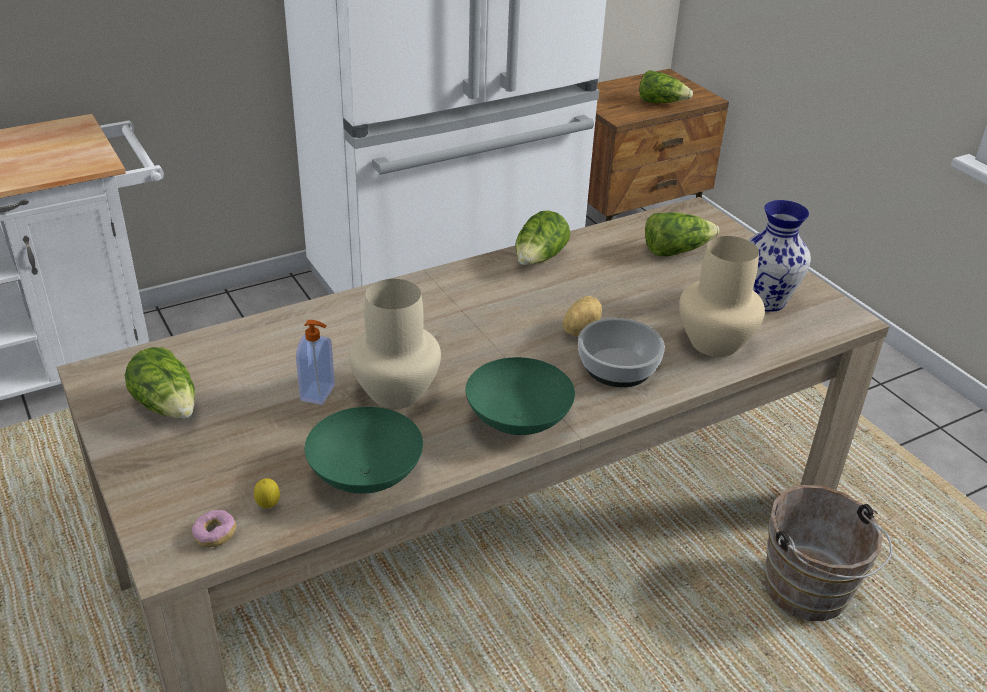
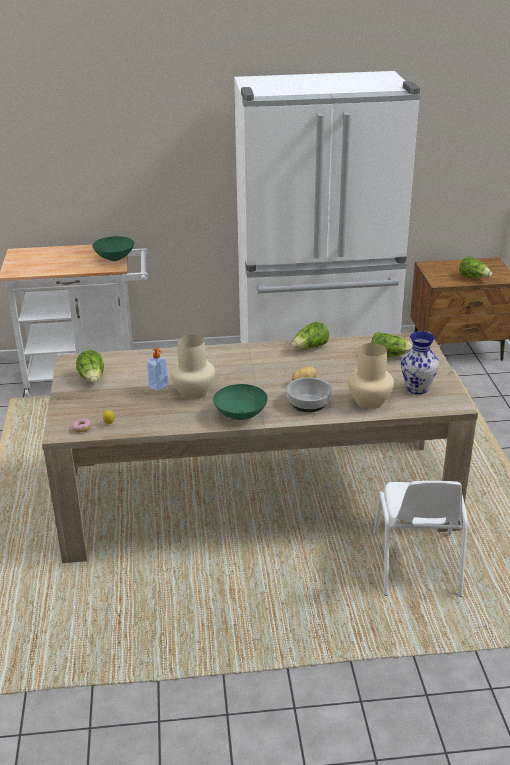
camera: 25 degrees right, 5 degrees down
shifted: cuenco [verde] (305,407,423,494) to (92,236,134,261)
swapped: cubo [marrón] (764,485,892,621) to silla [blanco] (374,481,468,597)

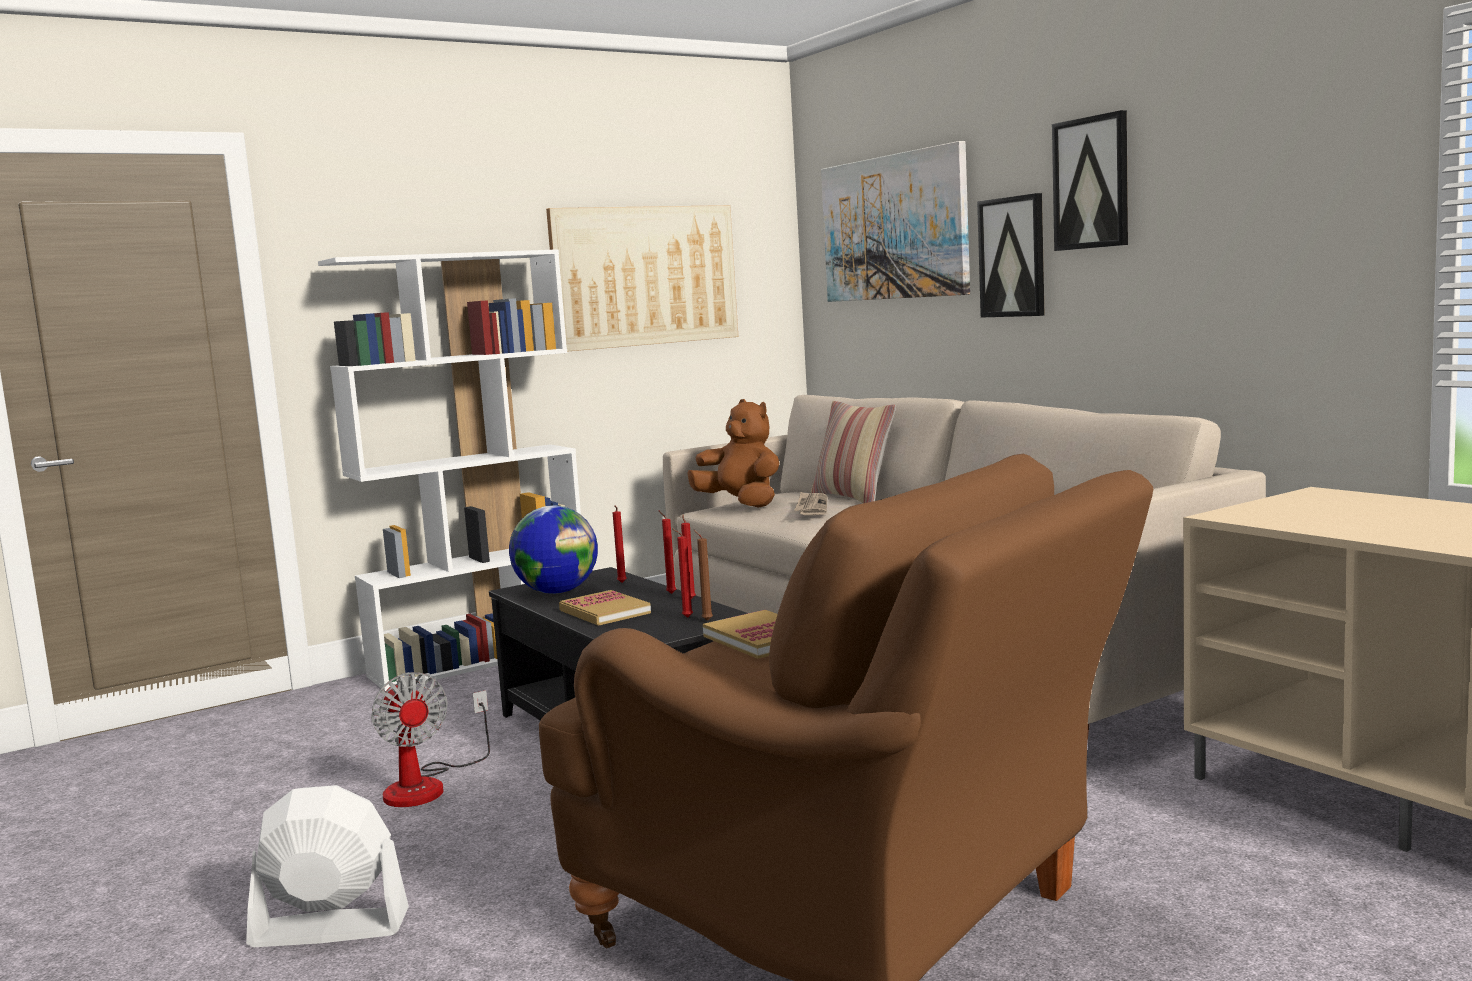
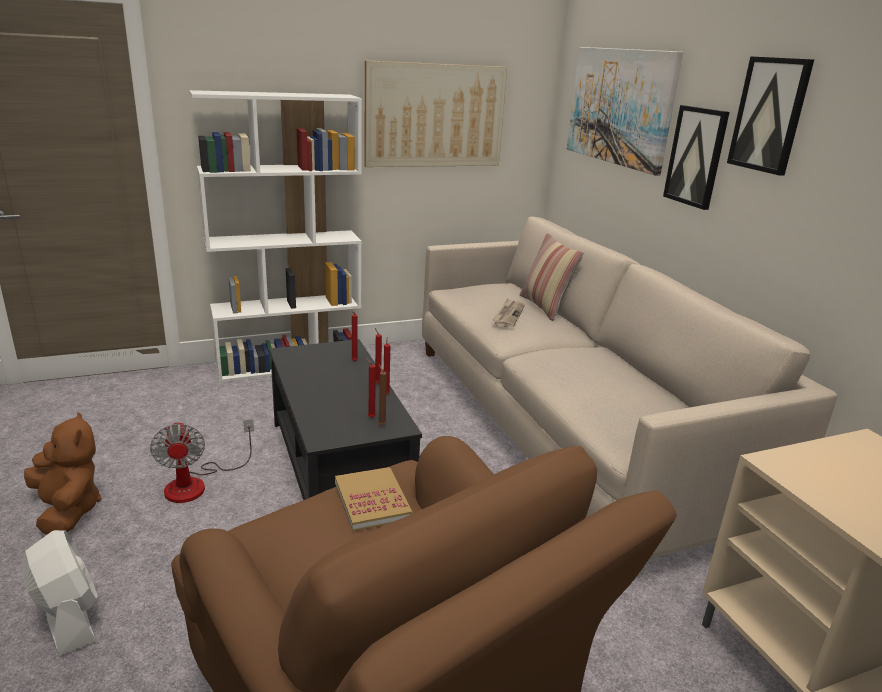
camera: 10 degrees right, 15 degrees up
gone: globo terráqueo (509,505,598,594); libro (559,590,651,626)
shifted: peluche [marrón] (688,399,779,508) to (24,412,101,534)
rotated: ventilador [blanco] (246,785,409,947) = (22,530,98,656) 45 degrees clockwise

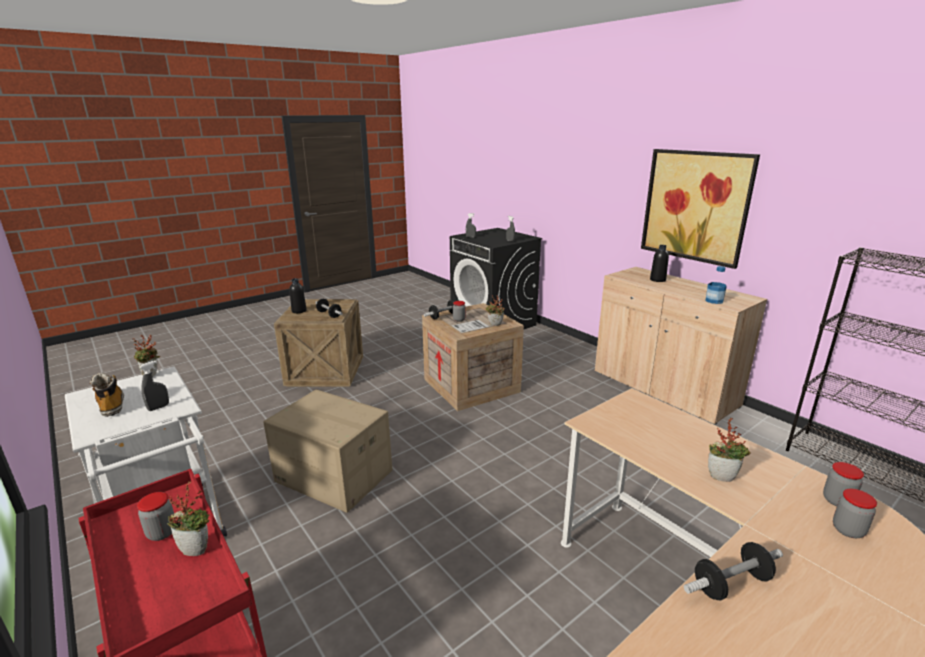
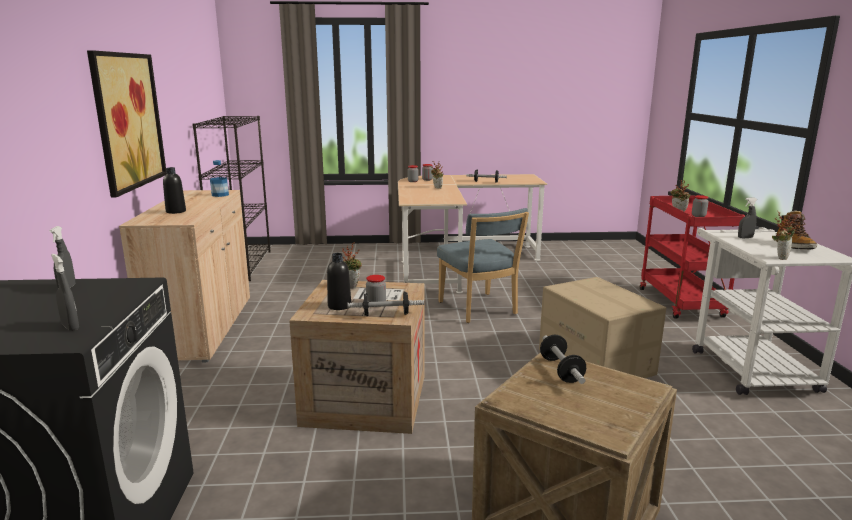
camera: 145 degrees left, 5 degrees down
new: silla [azul] (437,208,529,323)
shifted: botella [negro] (289,278,307,313) to (327,253,351,310)

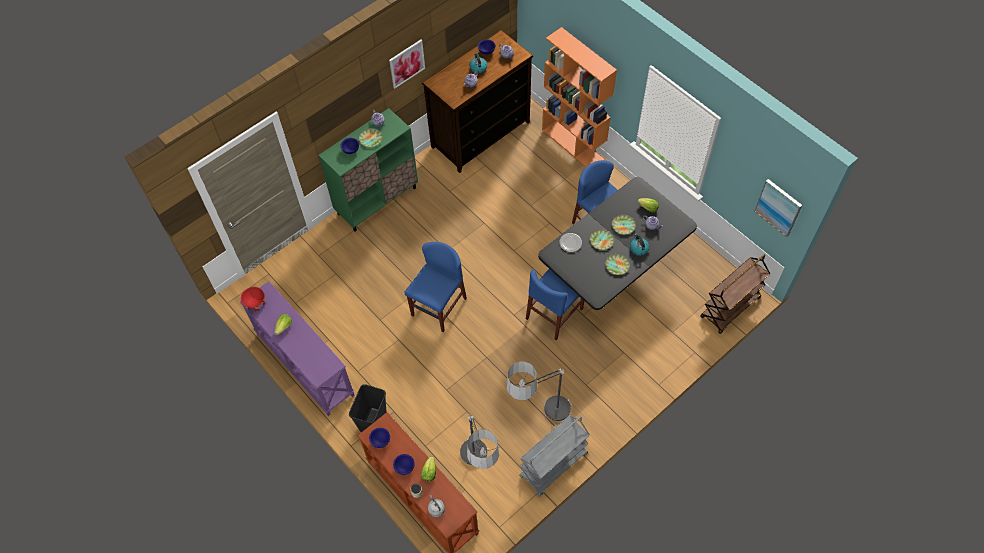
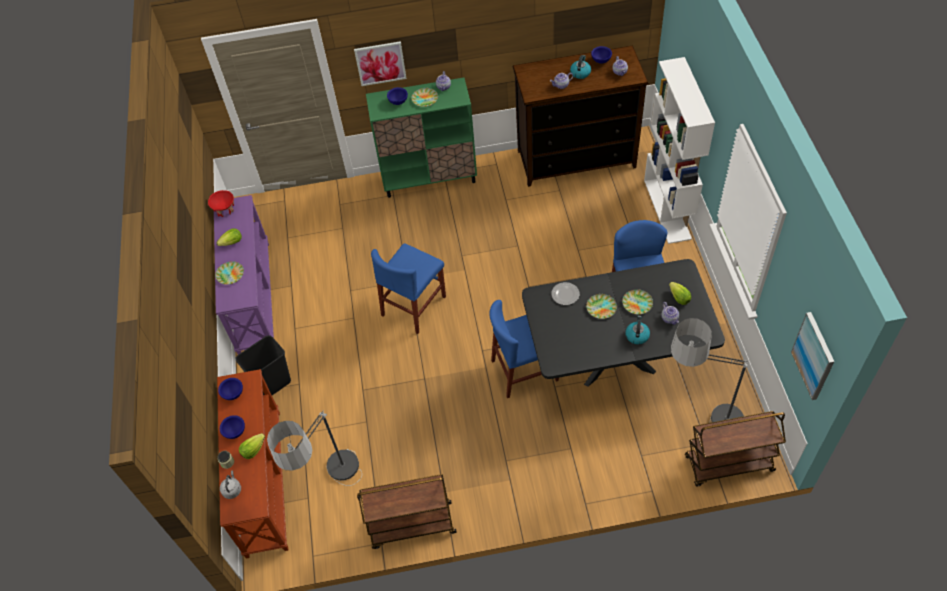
camera: 35 degrees right, 5 degrees down
shifted: cuadro (389,40,425,89) to (354,41,407,86); lámpara de pie (506,362,572,427) to (671,318,749,422); plato (605,254,630,275) to (215,261,244,285)
repainted: carrito [gris] (519,415,590,497) to carrito [marrón] (357,474,457,549); estantería [naranja] (542,27,617,167) to estantería [blanco] (644,57,715,244)
rotated: silla [azul] (405,242,467,332) = (371,243,446,334) 150 degrees clockwise

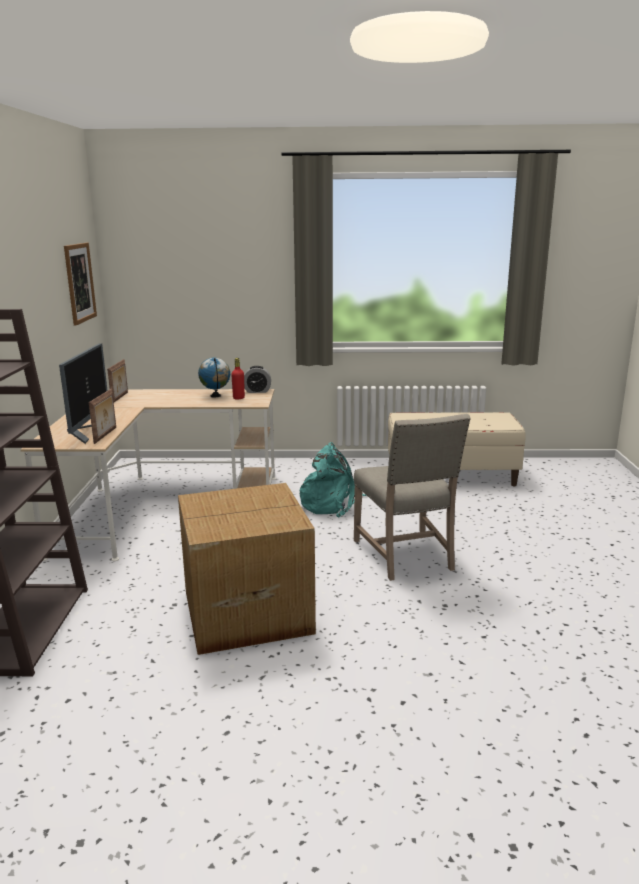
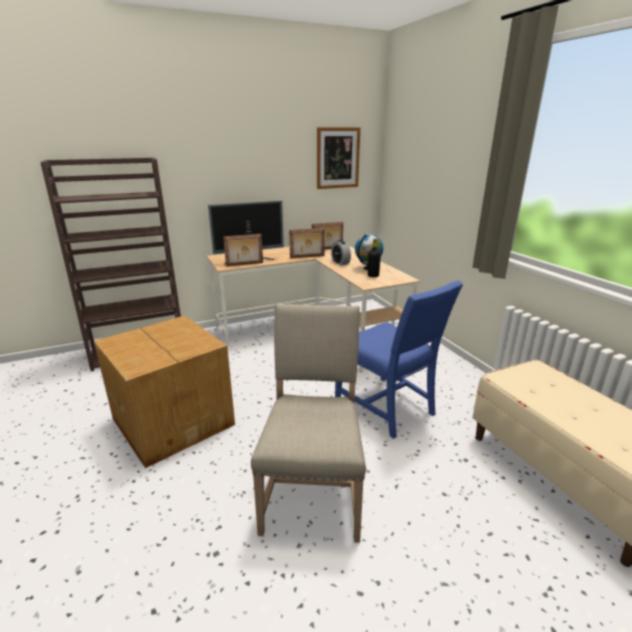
camera: 65 degrees right, 5 degrees up
new: portarretratos (289,228,325,258)
shifted: despertador (244,366,271,393) to (331,240,351,265)
swapped: mochila [turquesa] (300,442,366,518) to silla [azul] (335,280,463,439)
repainted: botella [rojo] (231,358,245,399) to botella [negro] (368,239,381,277)
rotated: silla [beis] (354,414,471,581) = (251,304,366,543) 135 degrees clockwise

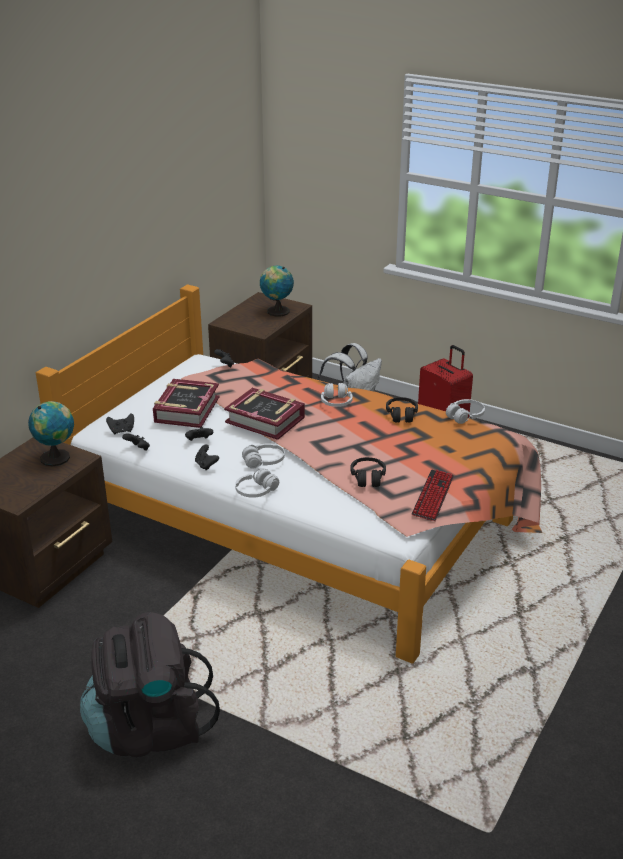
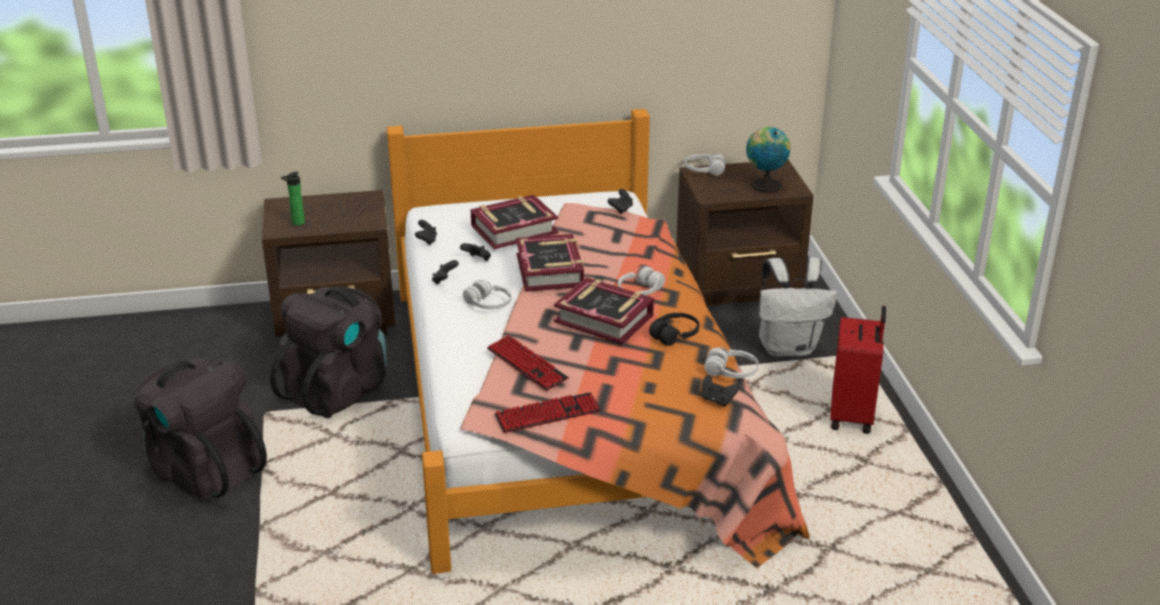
camera: 50 degrees right, 0 degrees up
gone: globo terráqueo (28,401,74,466)
new: mochila [negro] (270,286,386,418); botella (281,172,305,226); libro (554,277,654,344)
shifted: mando de consola [negro] (106,413,134,434) to (702,375,739,406); auriculares [blanco] (235,469,279,498) to (684,153,726,176)
swapped: auriculares [negro] (350,457,386,487) to teclado (487,335,569,391)

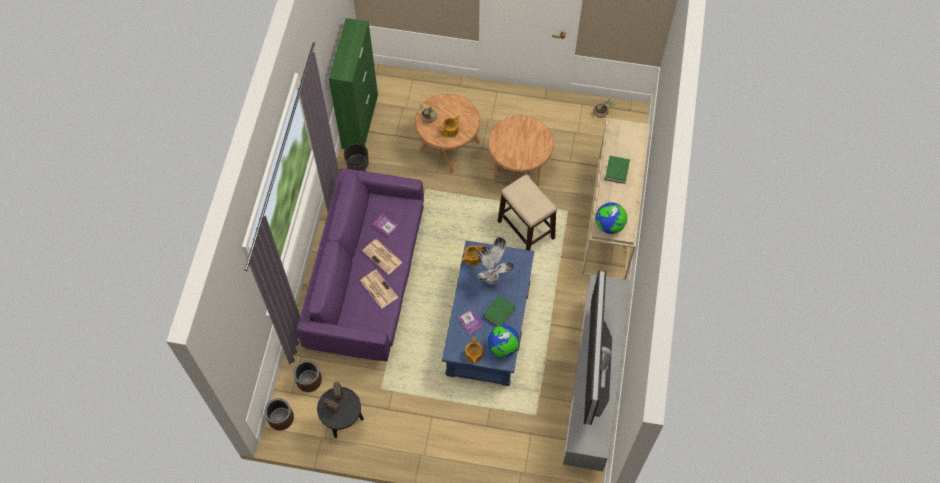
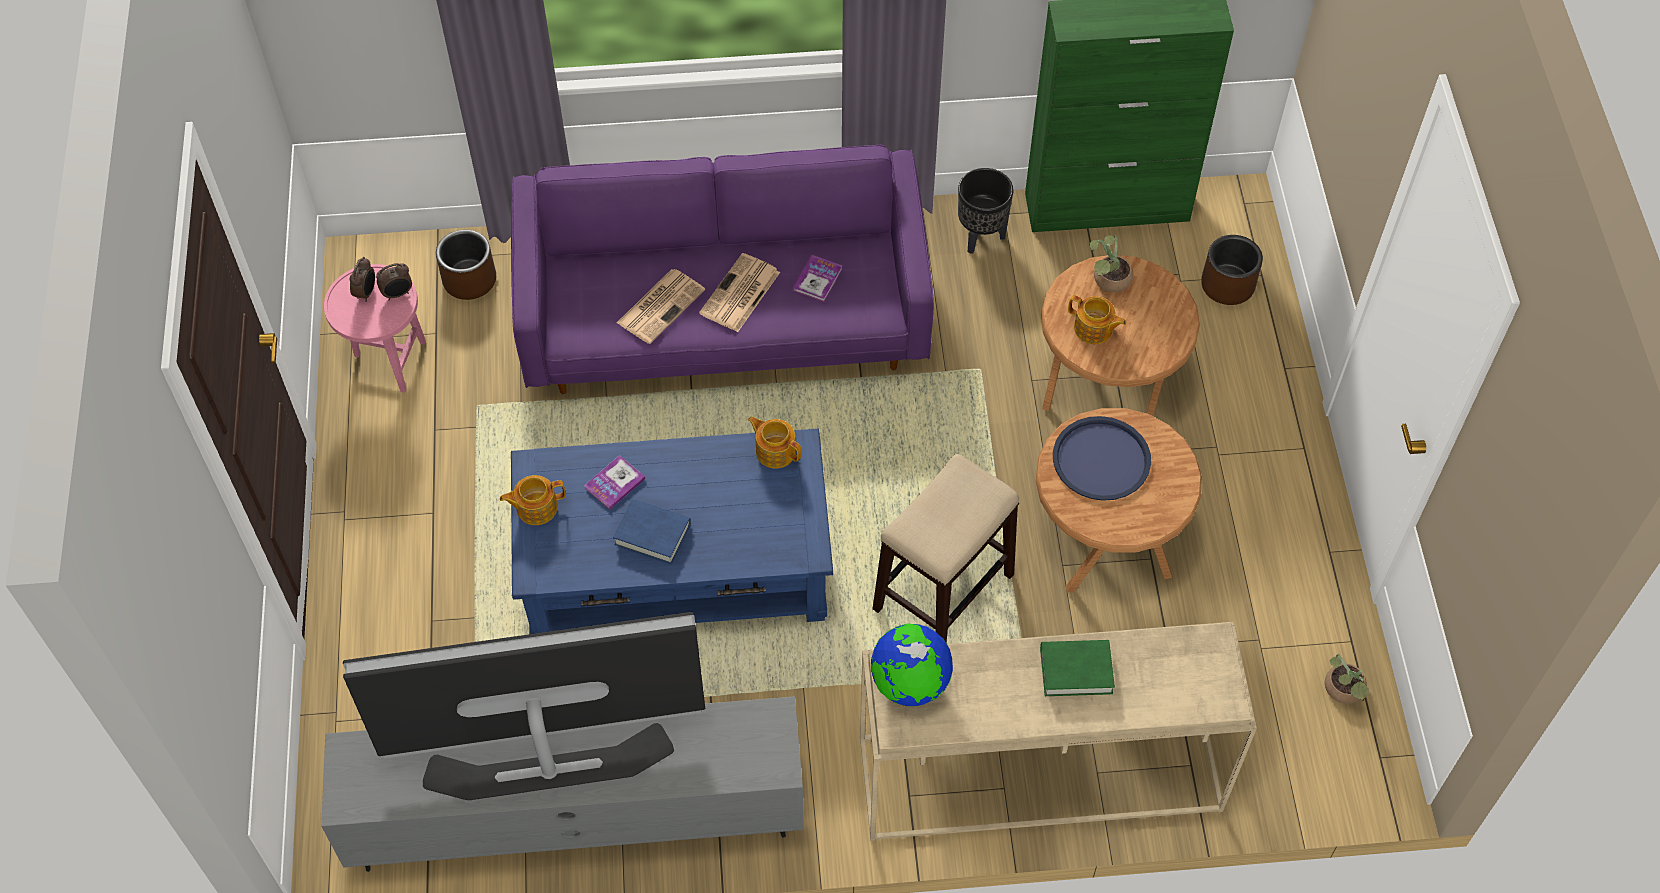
camera: 75 degrees right, 5 degrees down
gone: planta en maceta (477,237,514,285); globo terráqueo (487,325,520,357)
new: bandeja [azul] (1053,416,1151,501)
shifted: maceta [marrón] (264,398,294,430) to (1201,235,1263,305)
repainted: mesa auxiliar [negro] (317,387,364,438) to mesa auxiliar [rosa] (324,264,426,393); libro [verde] (483,295,516,326) to libro [azul] (613,499,691,564)

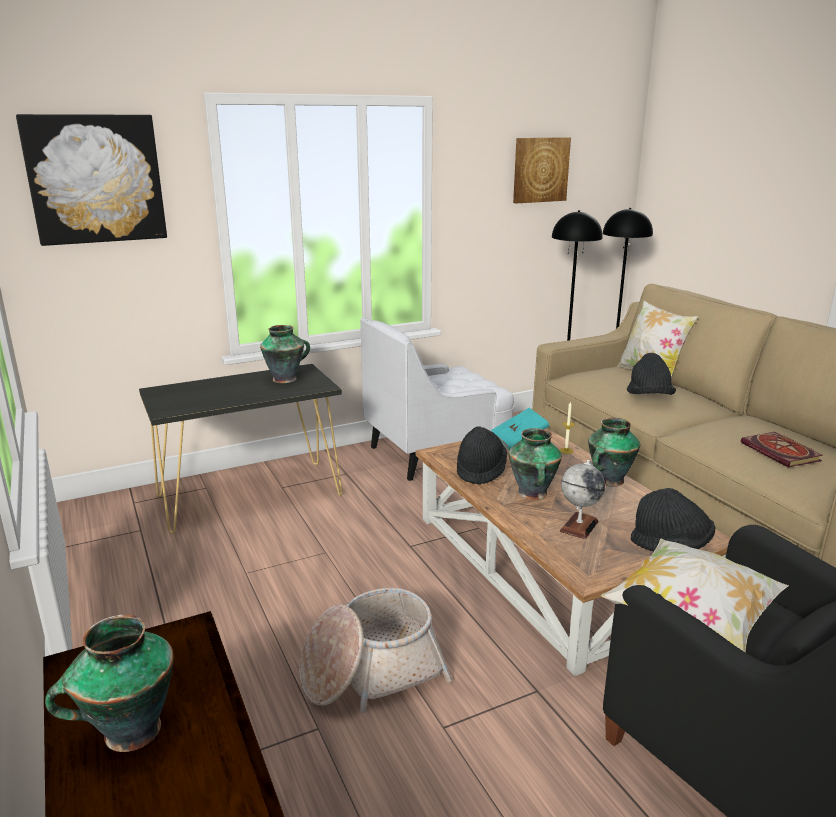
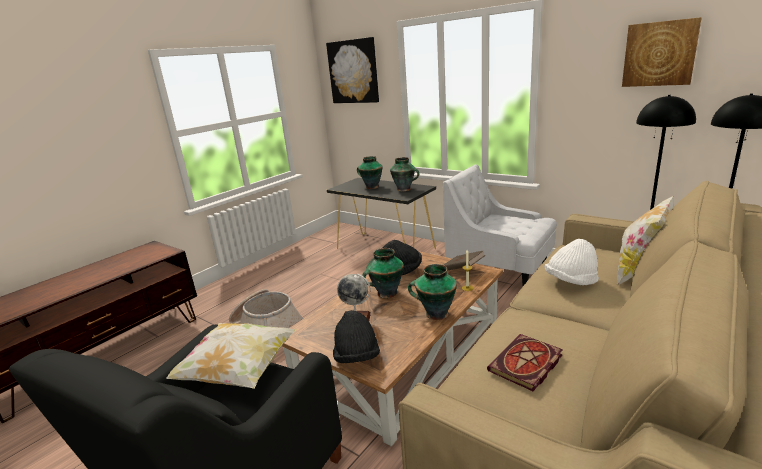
camera: 65 degrees right, 0 degrees up
shifted: florero (45,615,174,752) to (357,156,383,189)
repainted: libro [turquesa] (491,408,549,449) to libro [marrón] (443,250,486,271); sombrero [negro] (627,353,676,395) to sombrero [blanco] (544,239,599,285)

